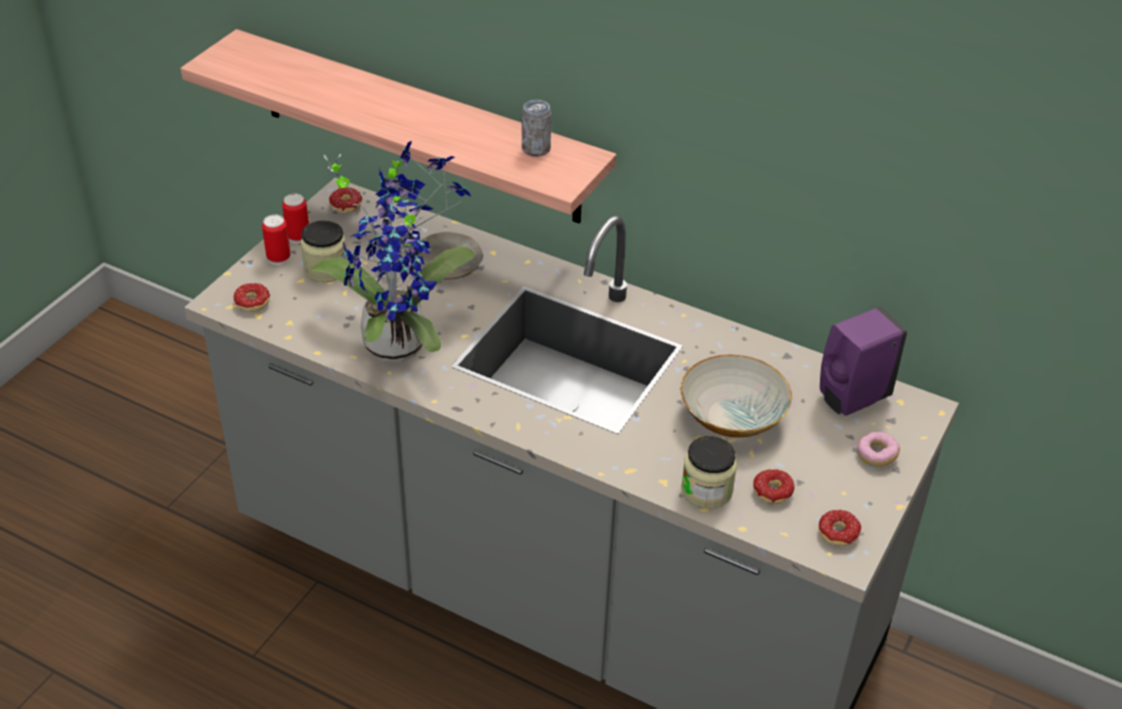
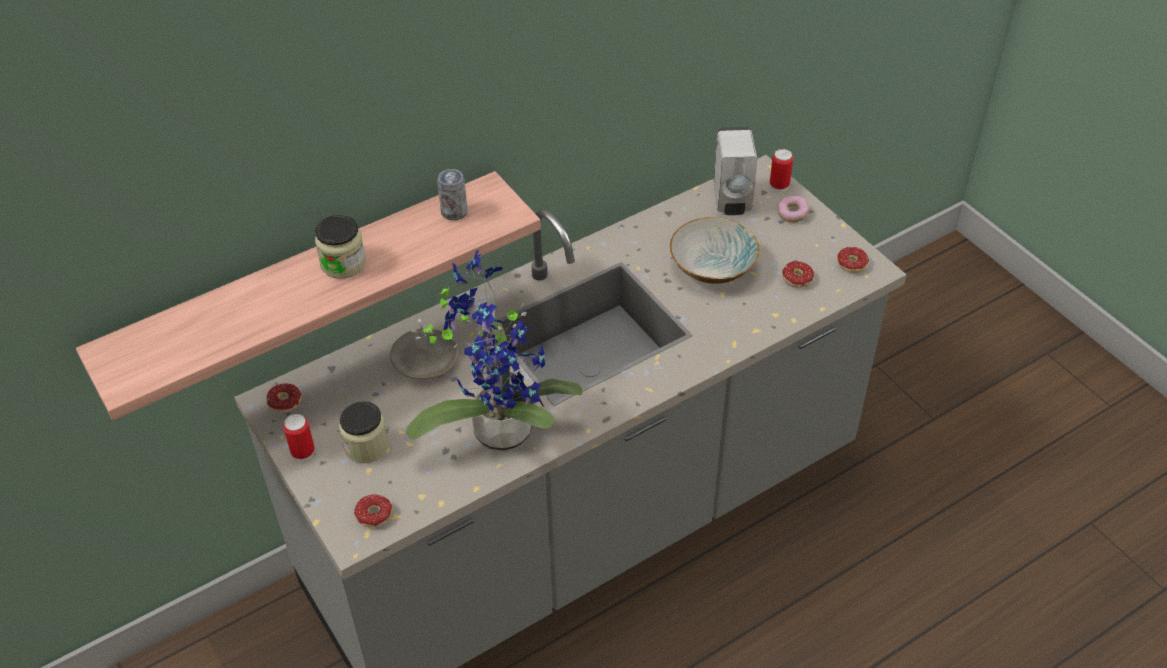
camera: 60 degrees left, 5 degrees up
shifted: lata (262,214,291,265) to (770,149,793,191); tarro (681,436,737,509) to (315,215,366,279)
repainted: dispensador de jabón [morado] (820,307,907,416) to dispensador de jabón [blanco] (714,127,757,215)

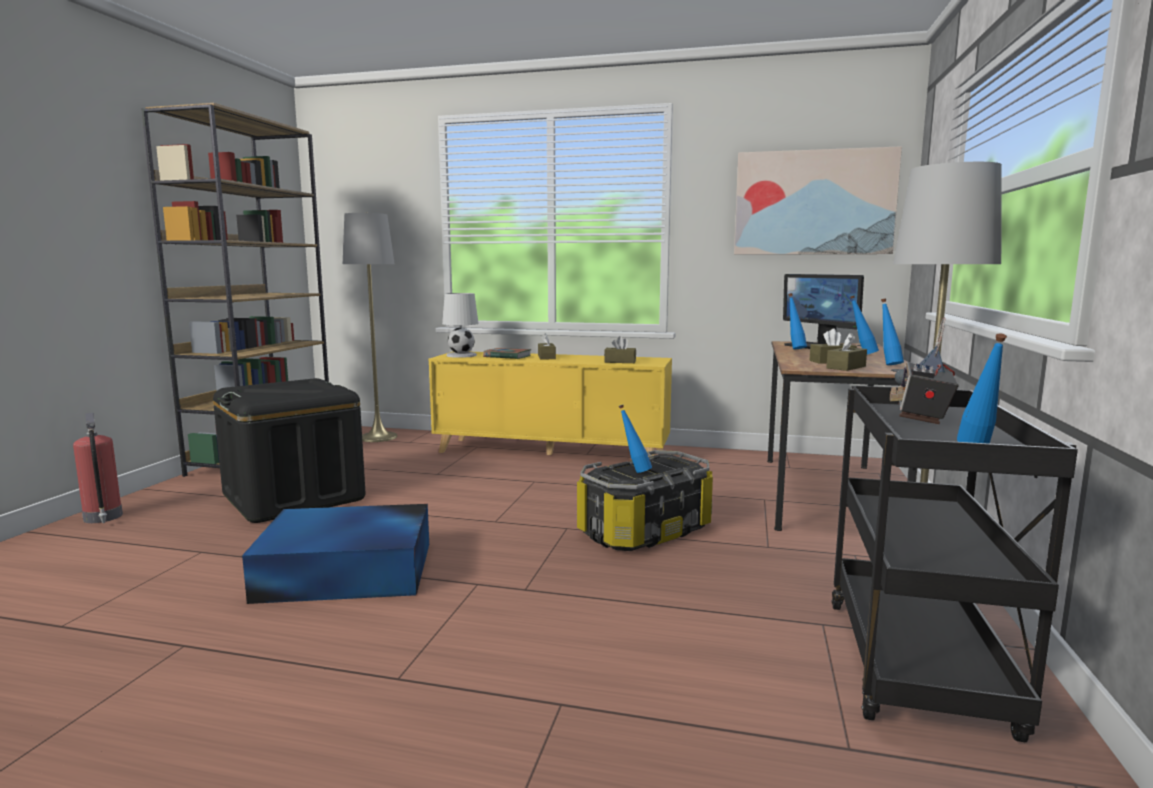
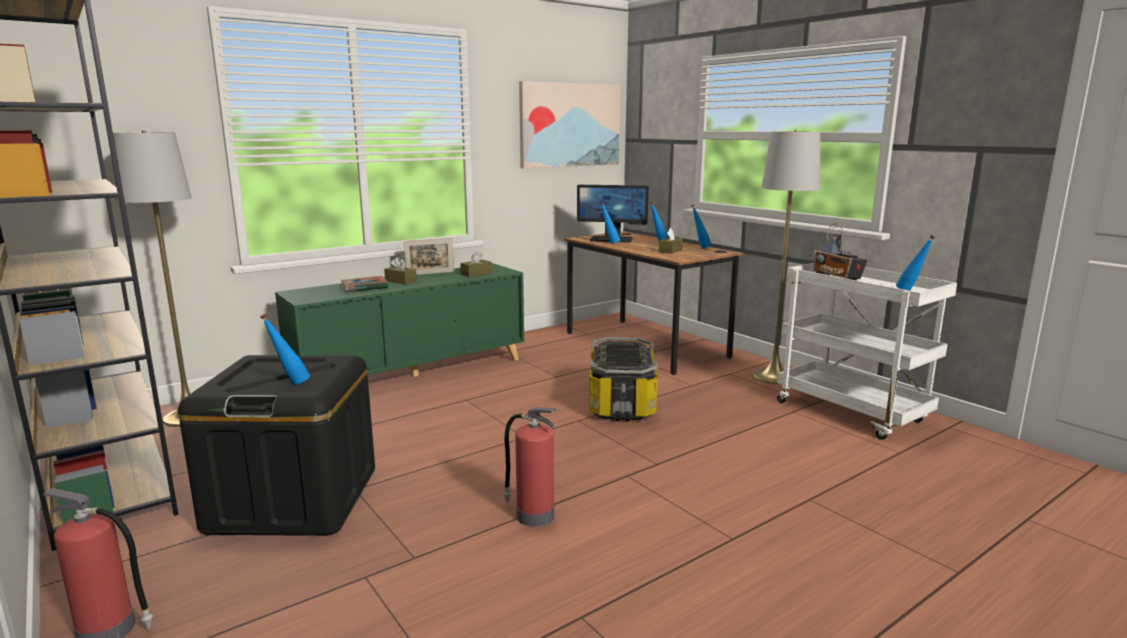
camera: 50 degrees left, 5 degrees up
gone: lámpara de mesa [blanco] (442,293,479,358); caja de pañuelos [marrón] (826,332,867,371)
new: portarretratos (404,238,454,275)
shifted: botella [azul] (619,405,652,473) to (260,314,310,385)
swapped: caja de almacenaje [azul] (242,504,429,604) to extintor (503,407,557,527)
repainted: armario [amarillo] (429,352,672,457) to armario [verde] (275,263,524,377); carrito [negro] (831,386,1078,742) to carrito [blanco] (777,263,957,440)

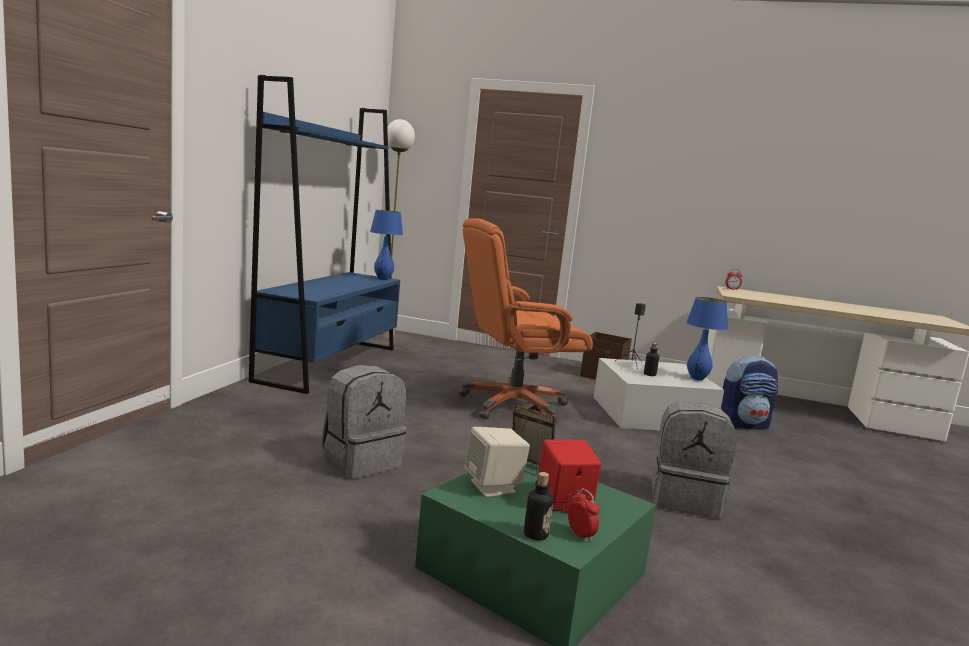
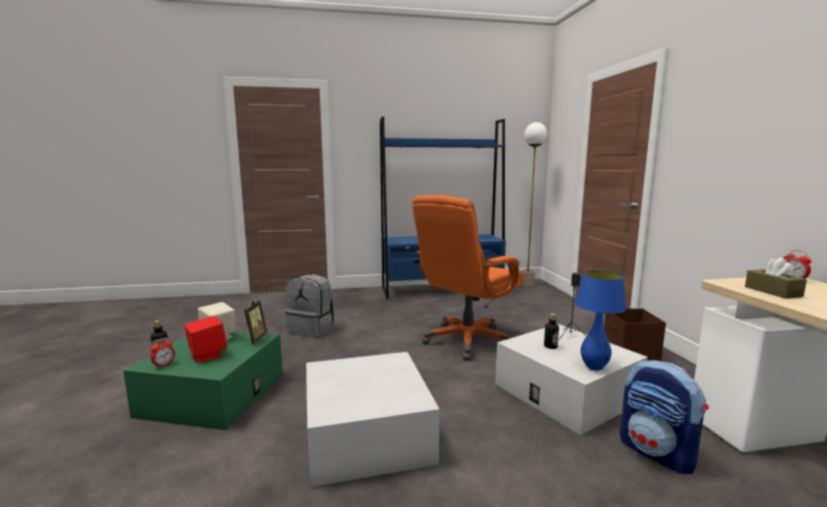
camera: 65 degrees right, 0 degrees up
gone: lámpara de mesa [azul] (370,210,403,280)
new: caja de pañuelos [marrón] (745,257,807,299)
swapped: mochila [gris] (652,402,737,519) to caja de almacenaje [blanco] (306,352,440,487)
rotated: silla de oficina [naranja] (459,218,593,423) = (412,195,524,360) 90 degrees counterclockwise

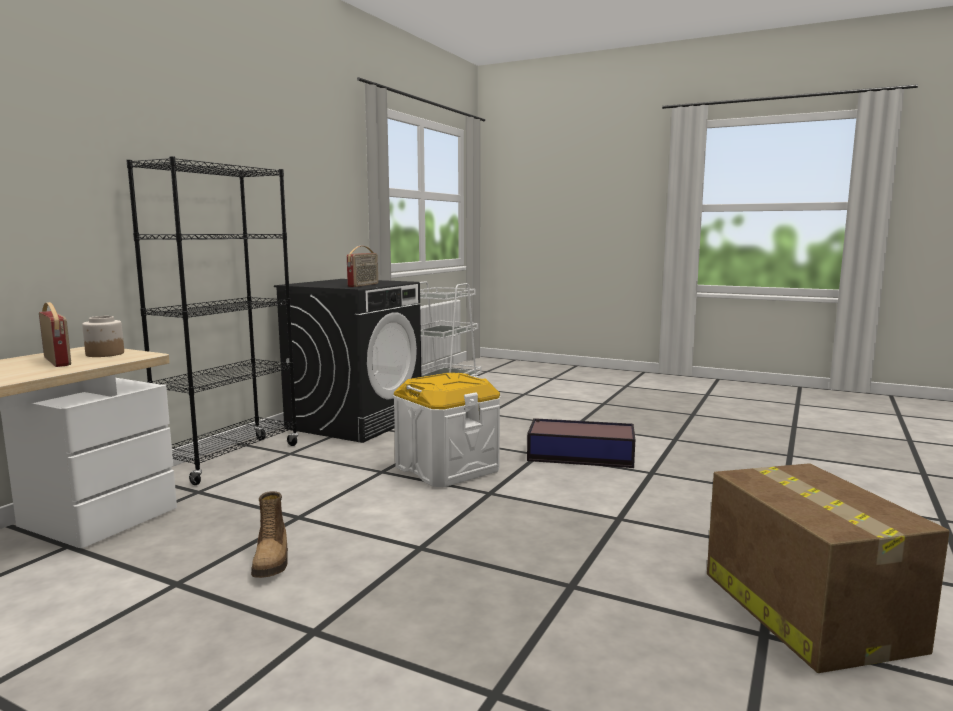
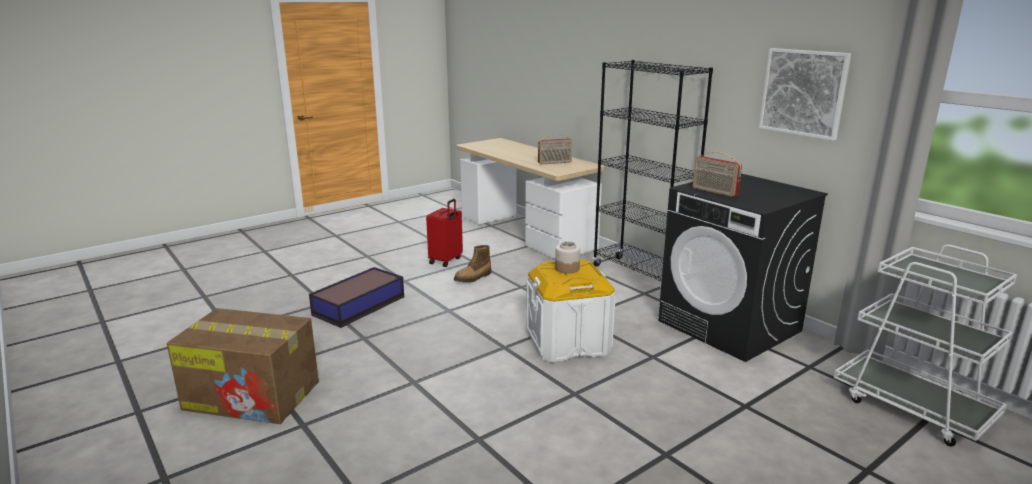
camera: 115 degrees right, 10 degrees up
new: maleta [rojo] (426,199,463,267); cuadro (759,48,851,141)
shifted: tarro (82,316,124,357) to (555,241,580,273); caja de almacenaje (527,418,635,468) to (309,267,404,328)
rotated: bota (251,491,288,578) = (454,245,492,283) 60 degrees counterclockwise

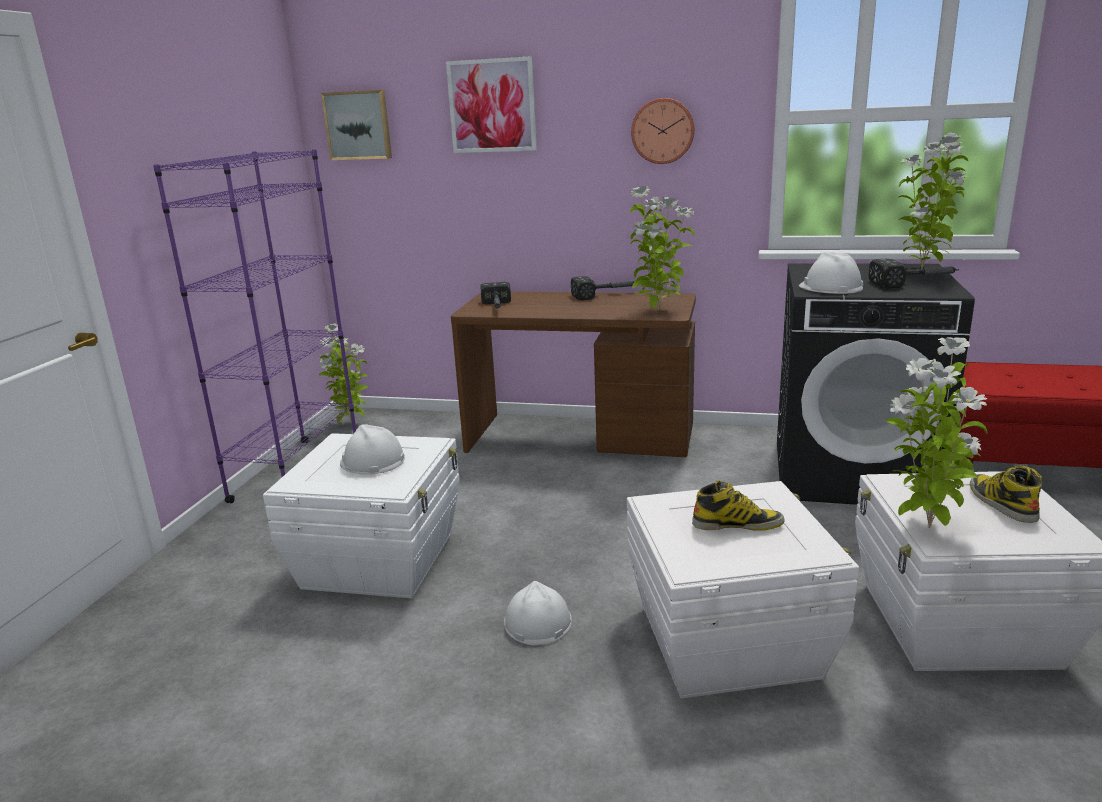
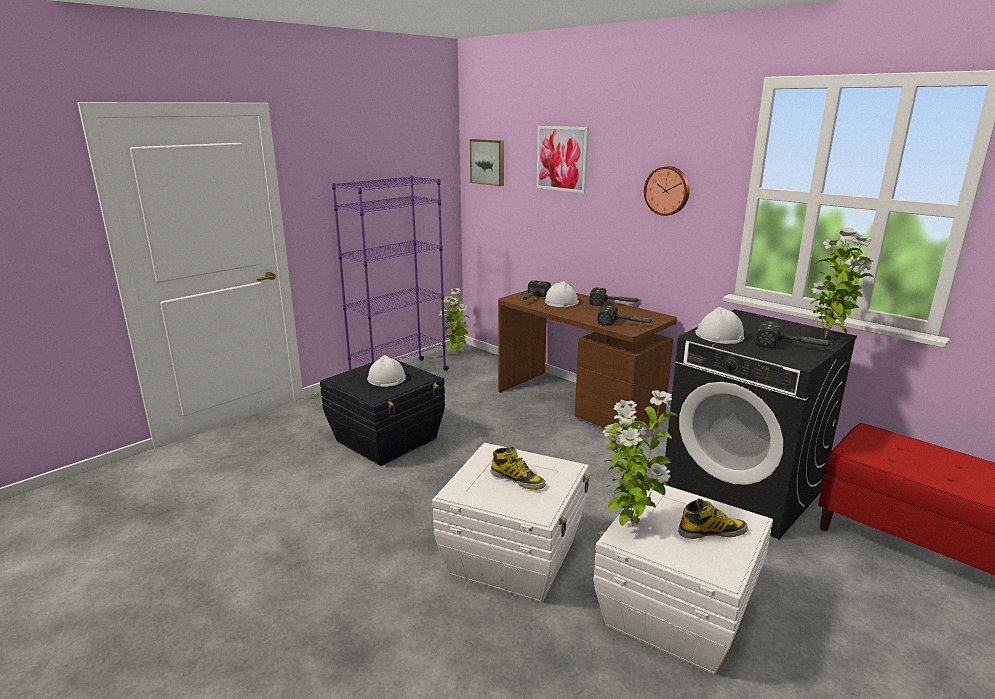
camera: 30 degrees right, 0 degrees up
shifted: casco [blanco] (504,581,572,645) to (545,281,579,307)
swapped: planta en maceta (630,186,694,311) to martillo (597,305,655,326)
repainted: caja de almacenaje [blanco] (263,433,460,598) to caja de almacenaje [negro] (320,357,445,466)
rotated: bota (970,466,1042,523) = (678,498,748,539) 60 degrees clockwise

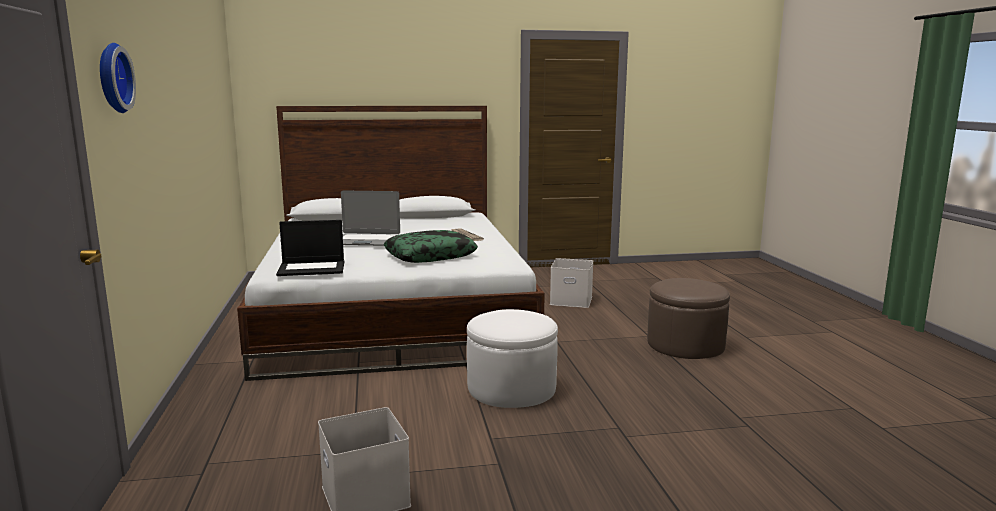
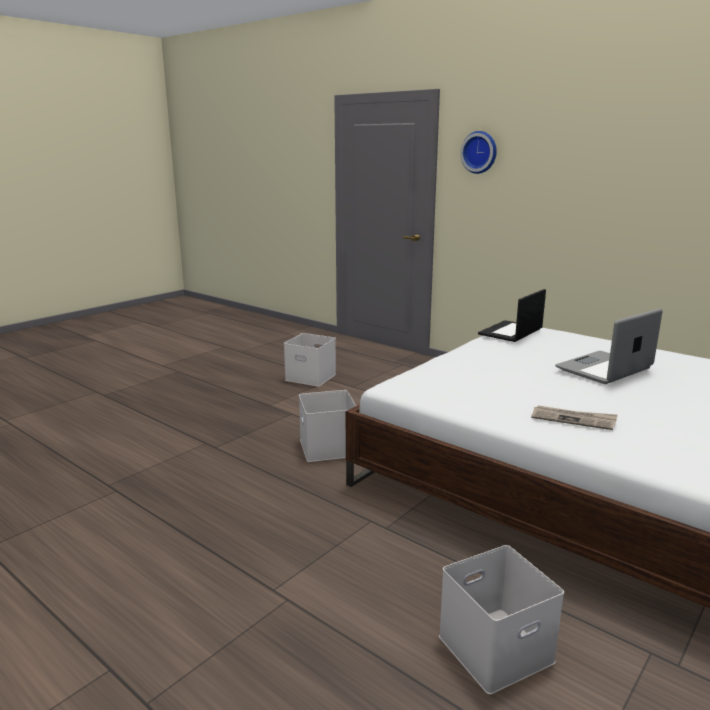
camera: 140 degrees right, 5 degrees up
gone: cojín (384,230,478,263); puf [marrón] (647,278,730,359)
swapped: puf [blanco] (467,309,558,408) to caja de almacenaje [blanco] (299,390,356,462)

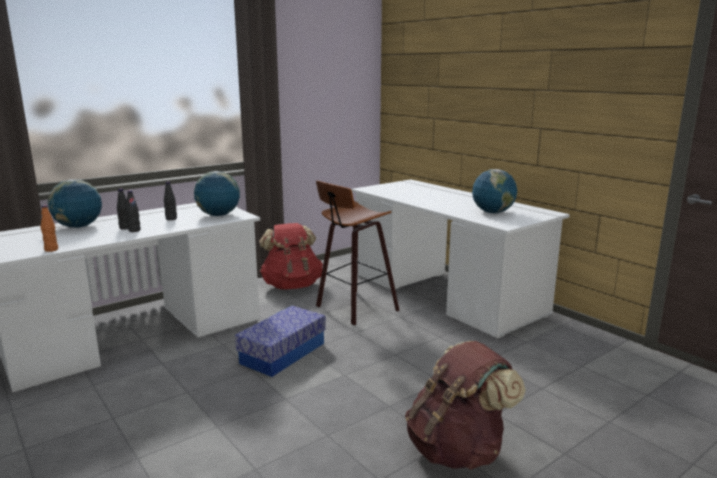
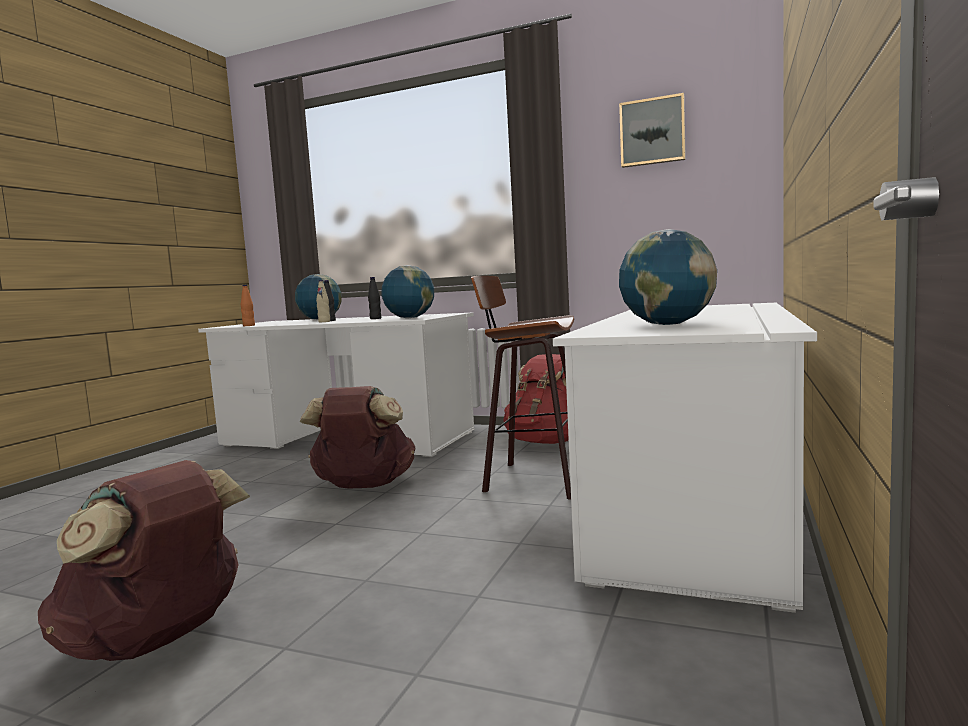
camera: 60 degrees right, 10 degrees down
new: cuadro (619,93,686,168)
swapped: caja de almacenaje (235,306,326,377) to mochila [marrón] (300,386,416,488)
repainted: botella [negro] (126,190,141,232) to botella [beis] (316,280,330,322)

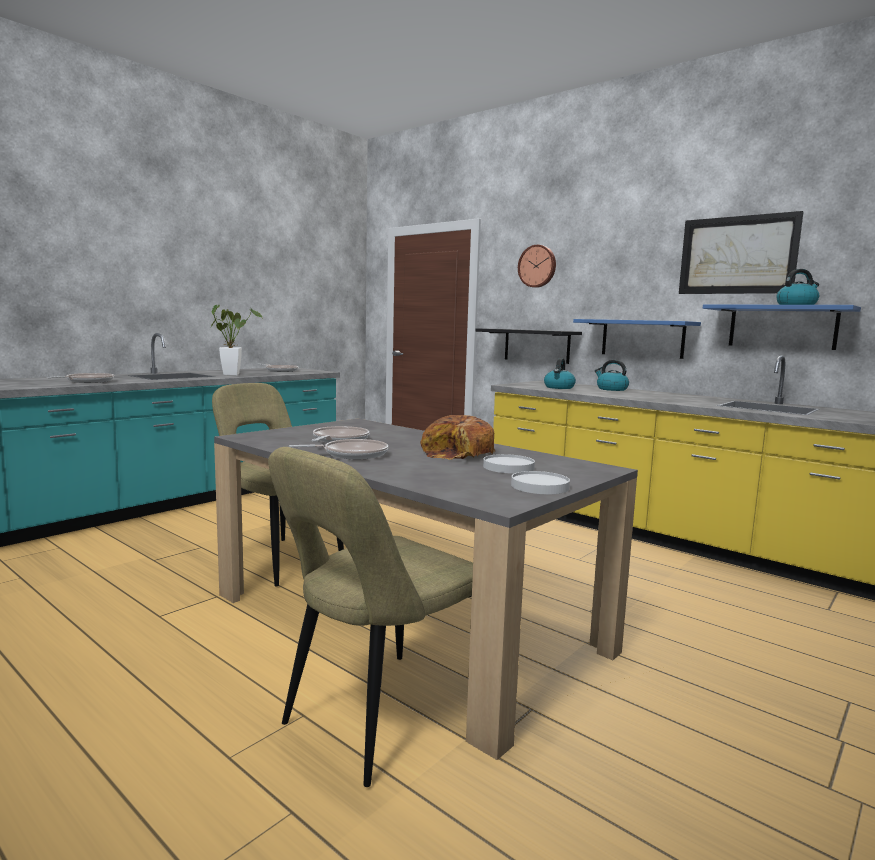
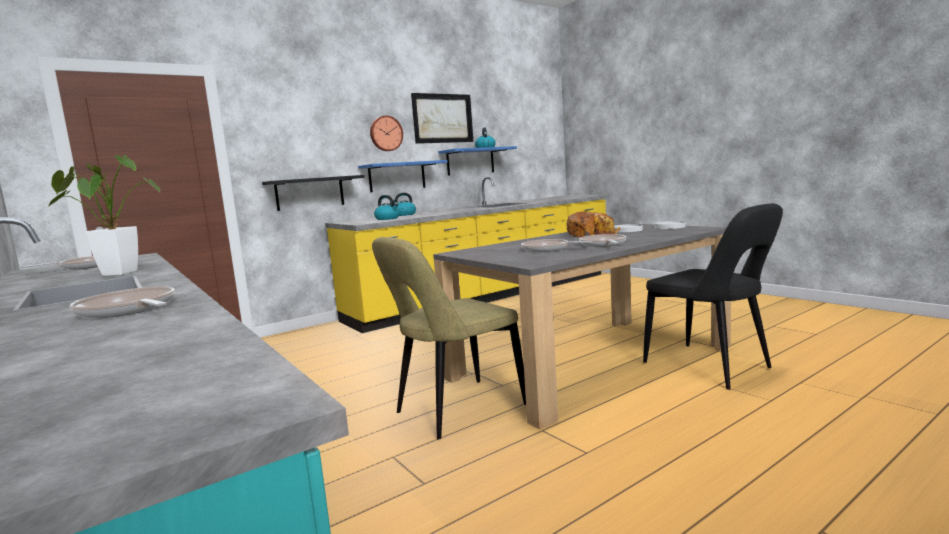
camera: 75 degrees left, 0 degrees up
shifted: reloj de pared (518,245,556,288) to (370,116,403,151)
repainted: silla [beis] (268,447,473,787) to silla [negro] (643,203,783,390)

